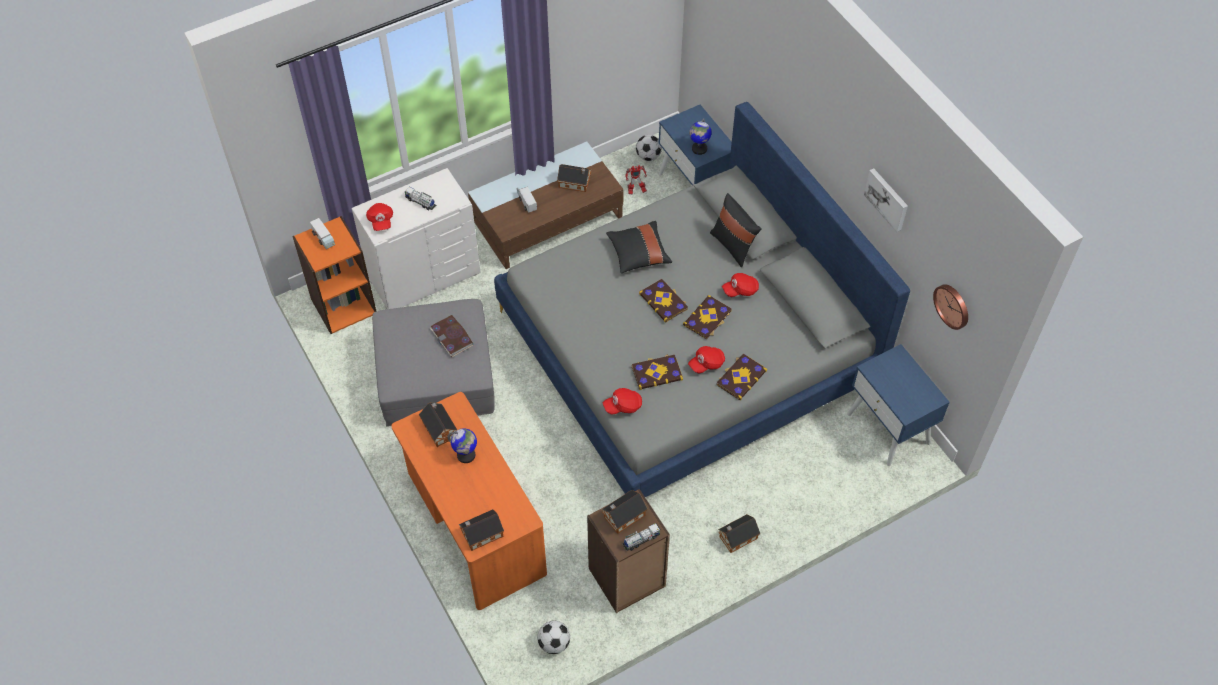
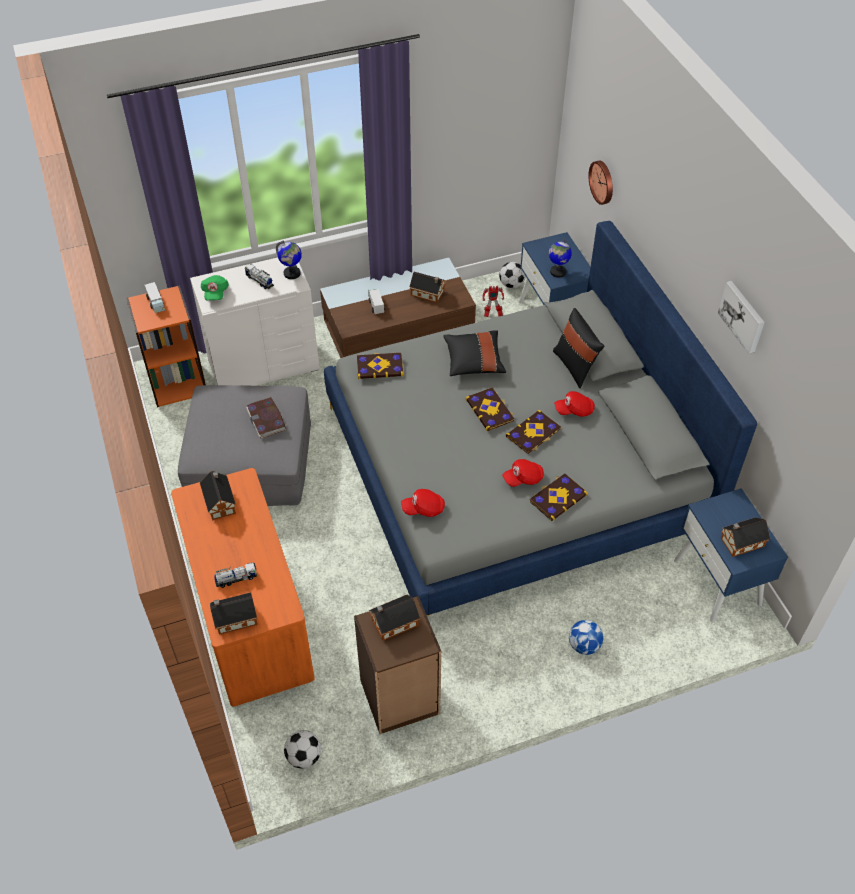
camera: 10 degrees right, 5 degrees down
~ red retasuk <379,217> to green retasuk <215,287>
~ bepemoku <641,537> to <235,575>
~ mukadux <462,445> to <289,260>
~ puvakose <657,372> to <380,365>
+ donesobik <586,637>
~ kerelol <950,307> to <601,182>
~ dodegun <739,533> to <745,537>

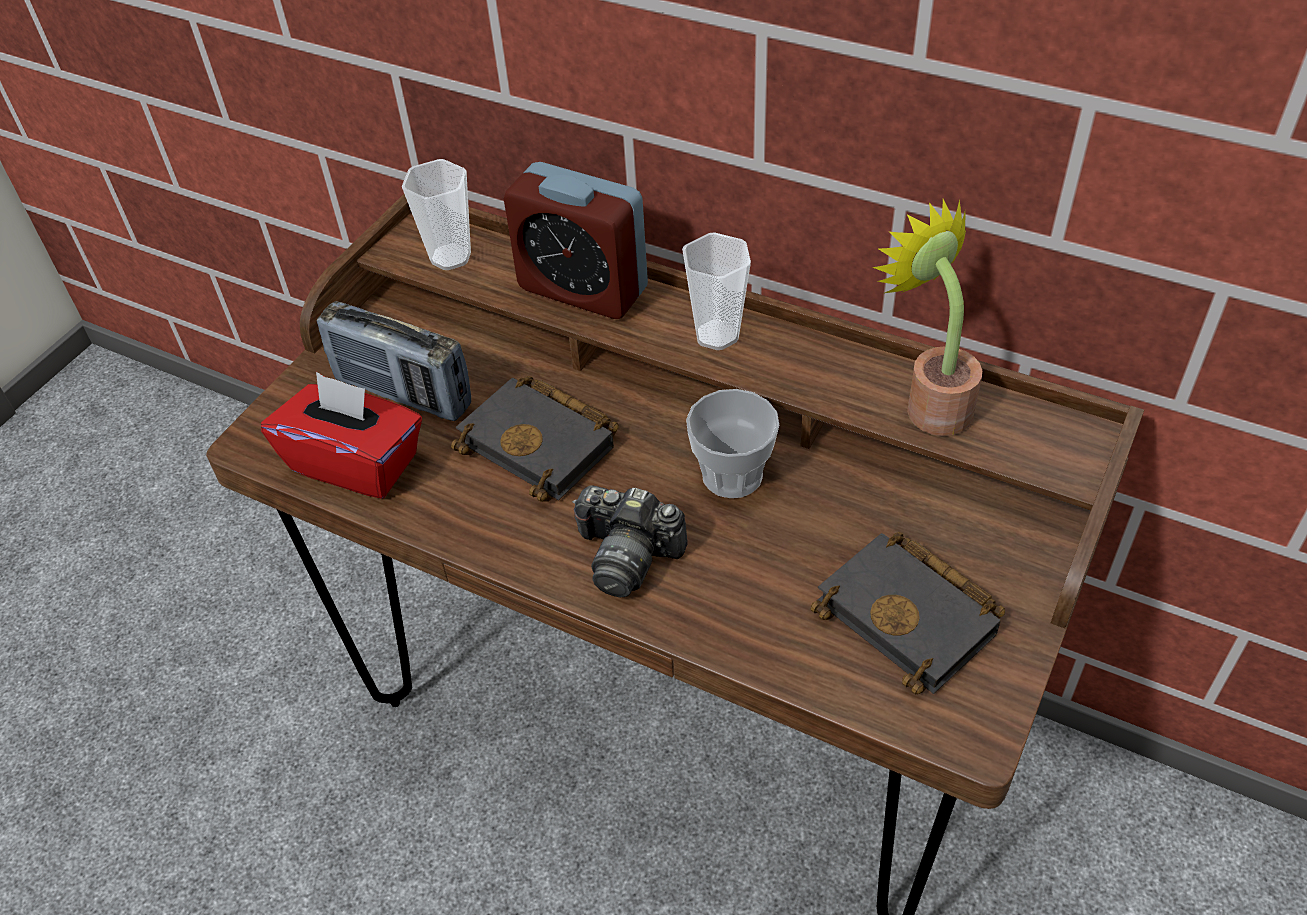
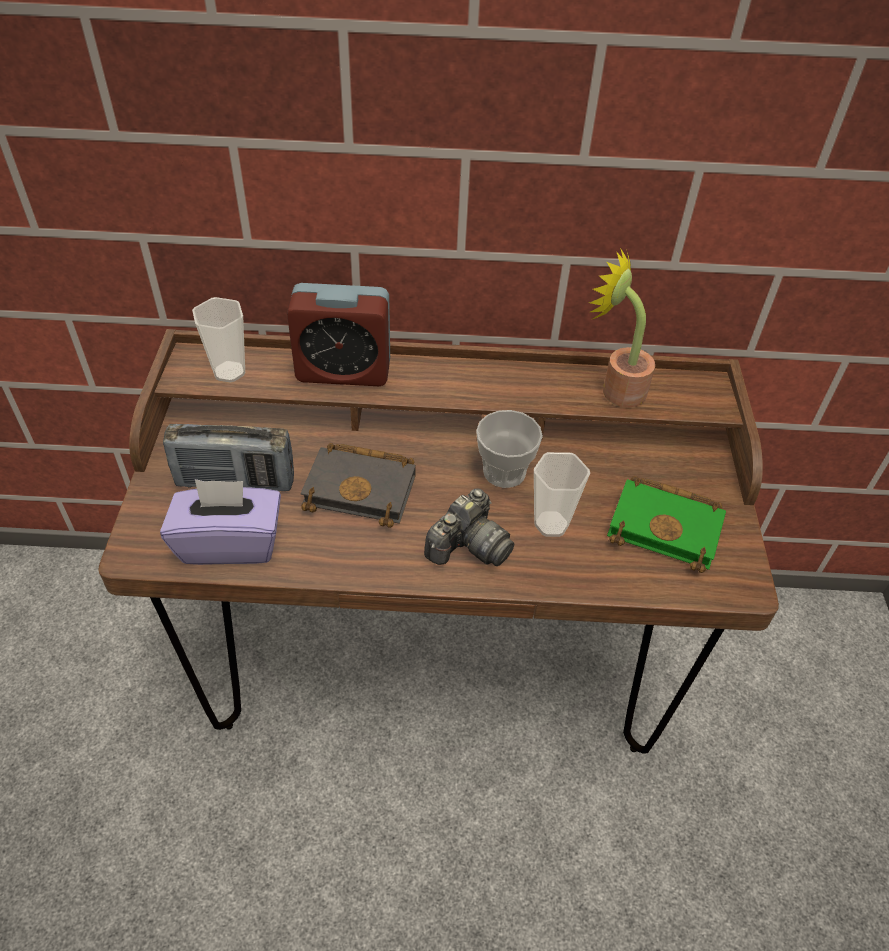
camera: 30 degrees left, 0 degrees up
~ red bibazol <341,435> to purple bibazol <220,522>
~ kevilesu <630,541> = <469,527> 45 degrees counterclockwise
~ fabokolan <716,291> to <562,494>
~ black puvakose <908,613> to green puvakose <666,524>

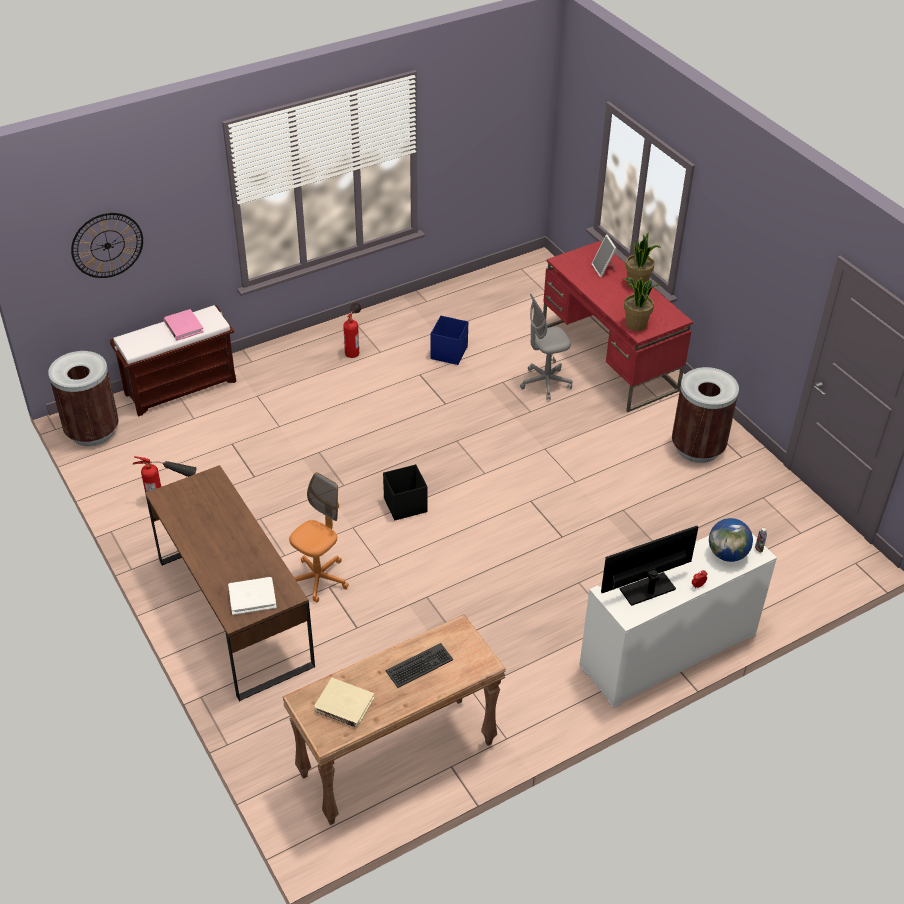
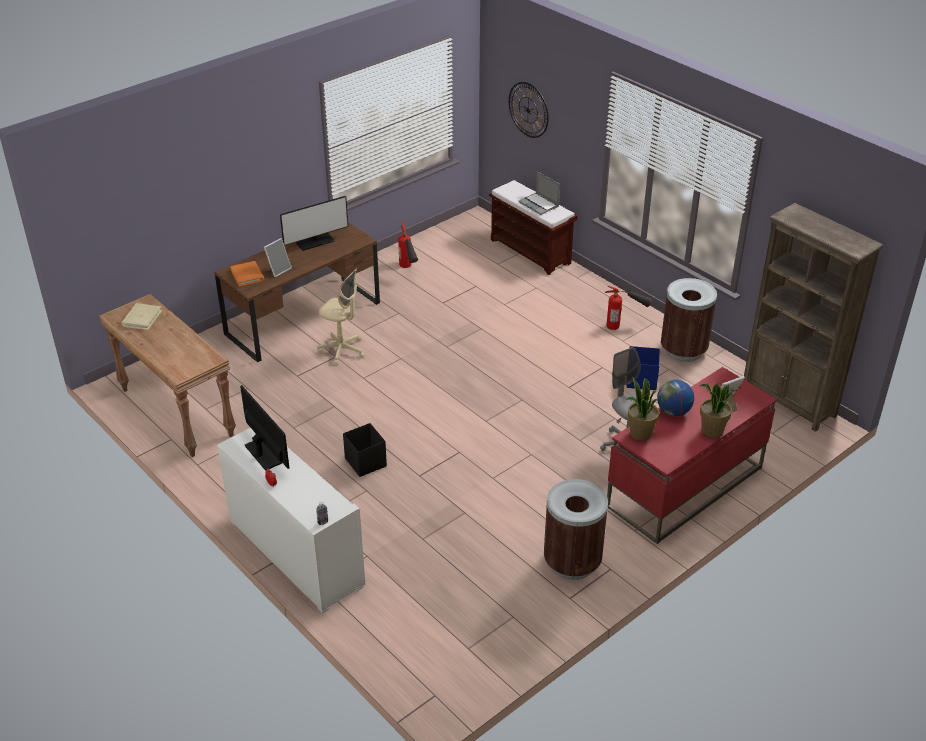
camera: 80 degrees right, 5 degrees down
~ white puvakose <252,596> to orange puvakose <247,274>
+ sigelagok <278,257>
+ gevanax <314,223>
~ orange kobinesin <319,537> to beige kobinesin <340,316>
~ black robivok <405,492> to <365,450>
~ pink puvakose <184,325> to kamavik <539,193>
~ mukadux <731,540> to <675,398>
~ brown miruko <83,398> to <689,320>
+ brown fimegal <814,317>
- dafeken <420,665>

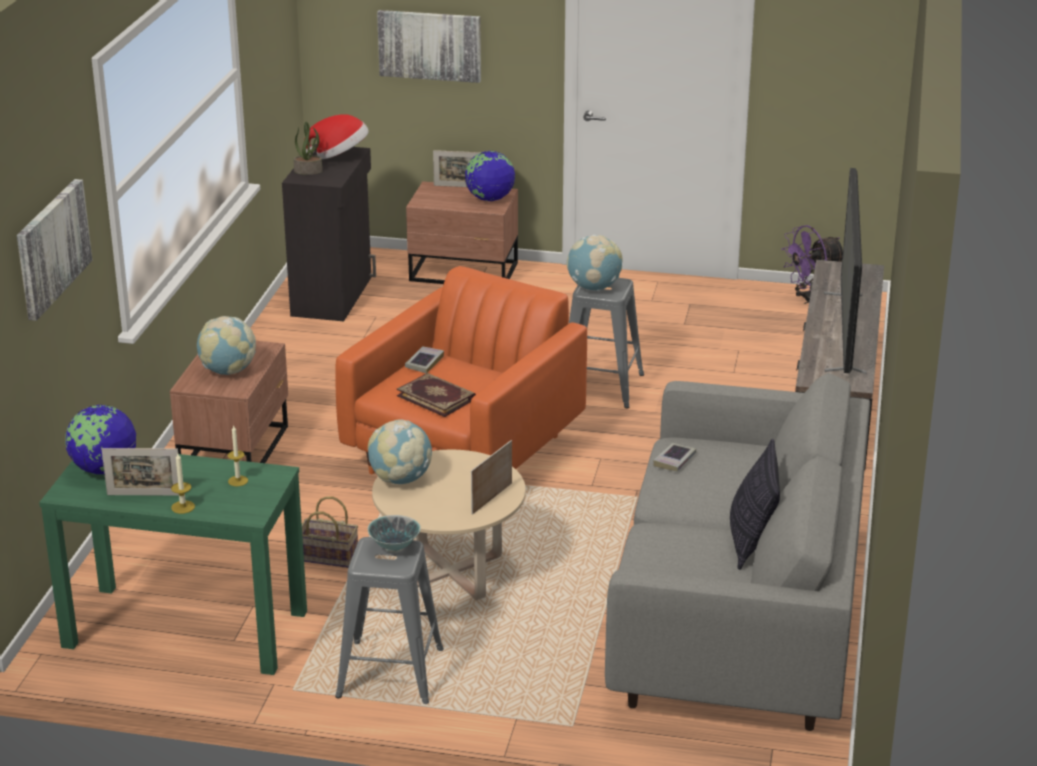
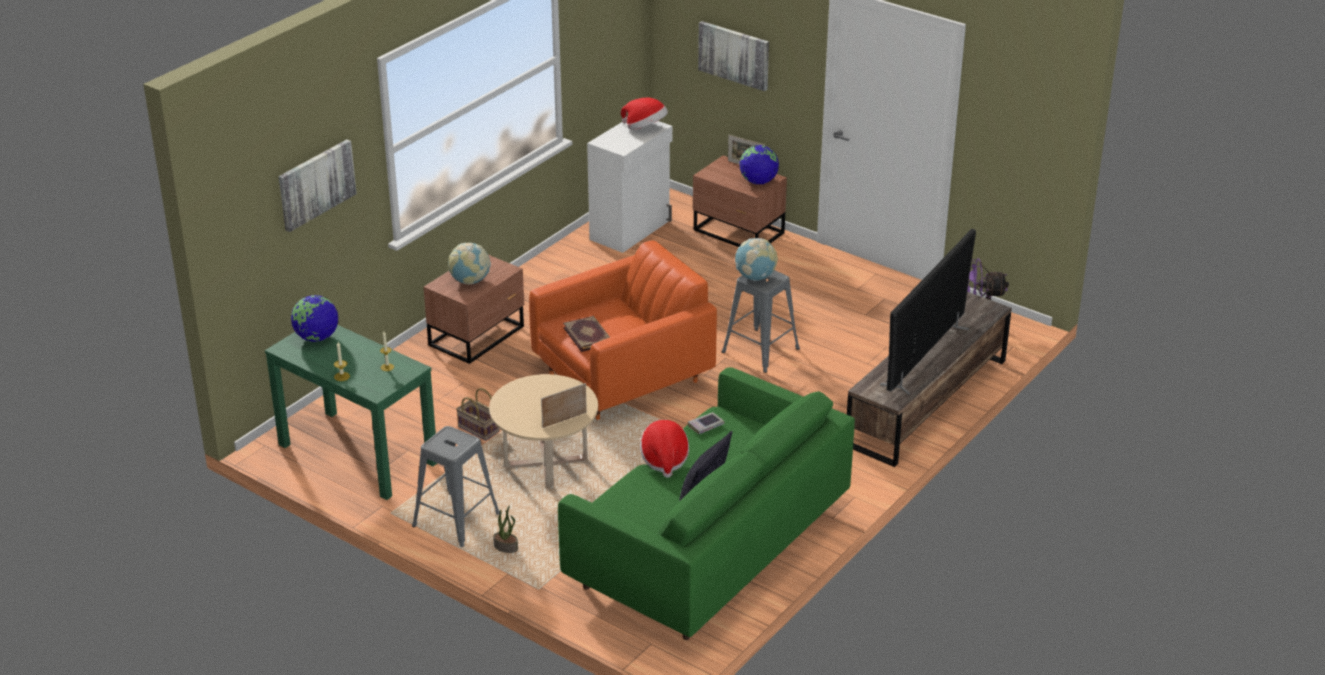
camera: 25 degrees right, 5 degrees up
~ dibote <307,148> to <505,529>
~ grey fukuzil <737,552> to green fukuzil <706,503>
~ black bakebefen <329,232> to white bakebefen <630,187>
+ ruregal <664,449>
- sigelagok <140,472>
- mukadux <400,451>
- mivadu <394,534>
- puvakose <424,360>

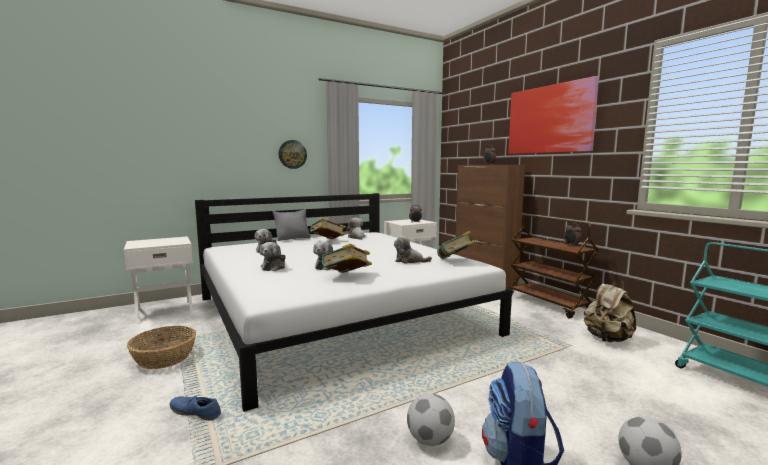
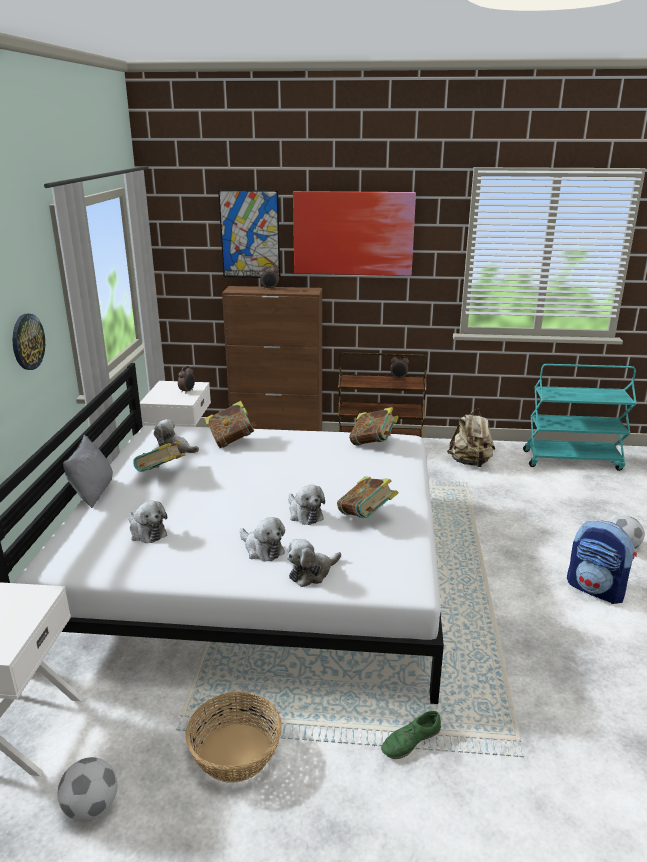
camera: 55 degrees left, 15 degrees up
~ donesobik <431,419> to <87,789>
+ puvakose <230,424>
+ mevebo <249,234>
~ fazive <413,249> to <314,563>
~ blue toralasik <195,407> to green toralasik <411,735>

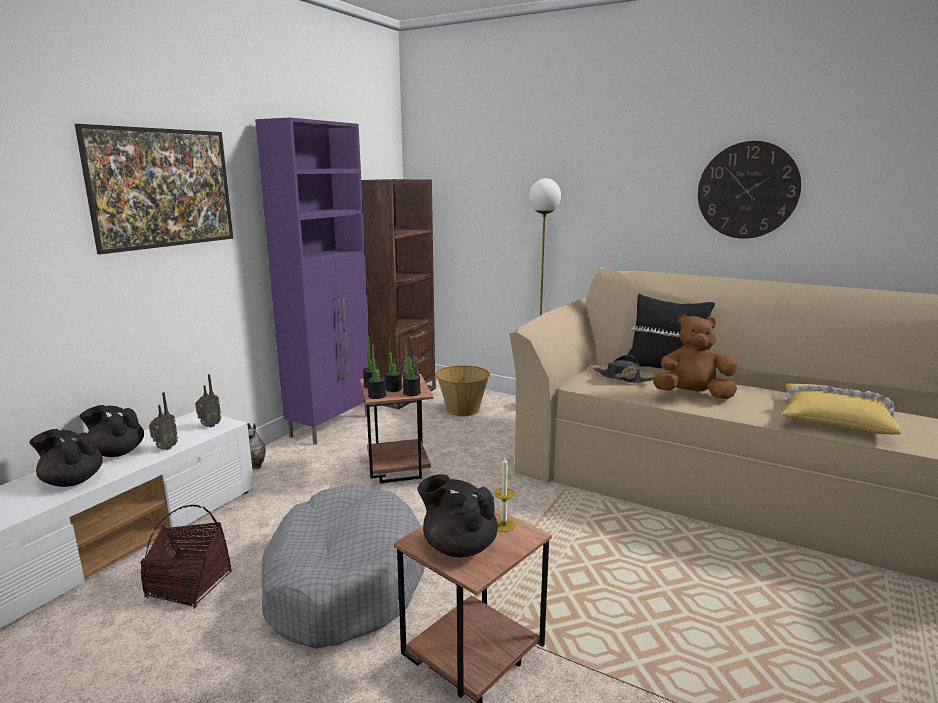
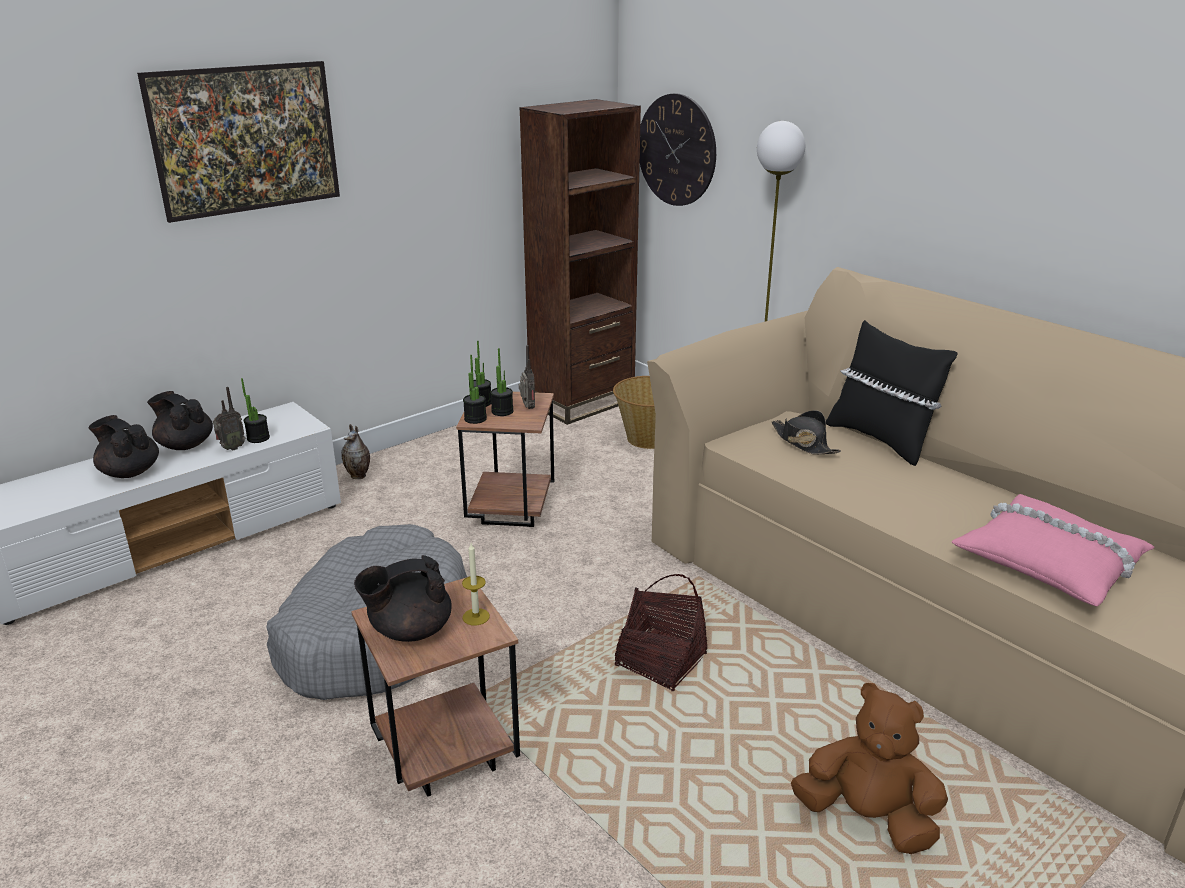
camera: 20 degrees right, 10 degrees up
~ dibote <412,370> to <255,410>
~ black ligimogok <457,516> = <403,598> 75 degrees counterclockwise
~ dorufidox <186,557> to <661,633>
~ kerelol <749,190> to <678,149>
~ brown fazive <695,357> to <869,768>
~ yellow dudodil <841,409> to pink dudodil <1053,550>
- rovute <208,401>
- purple bakebefen <312,281>

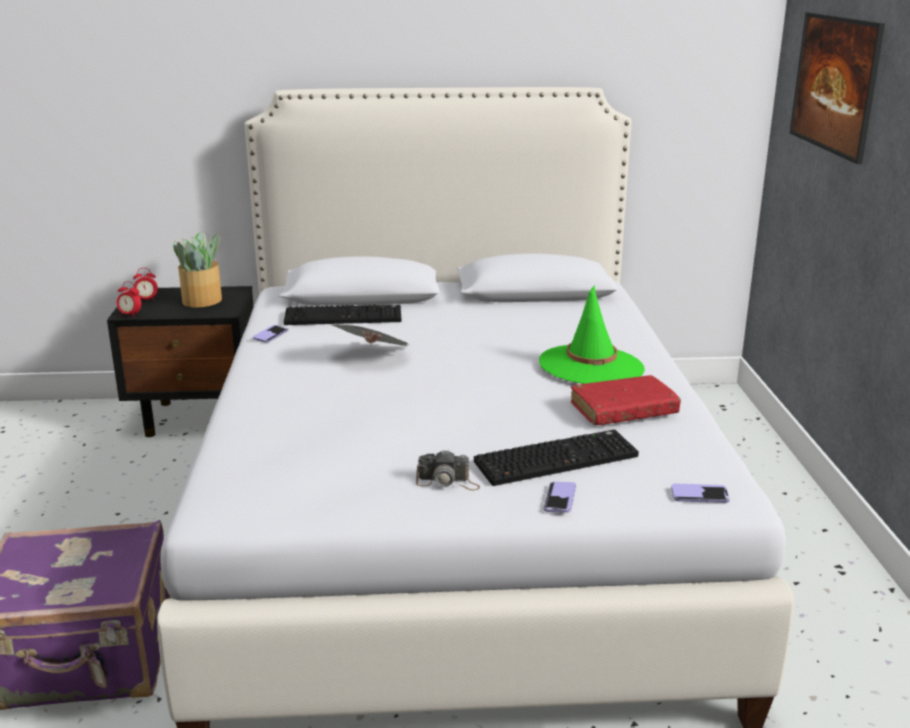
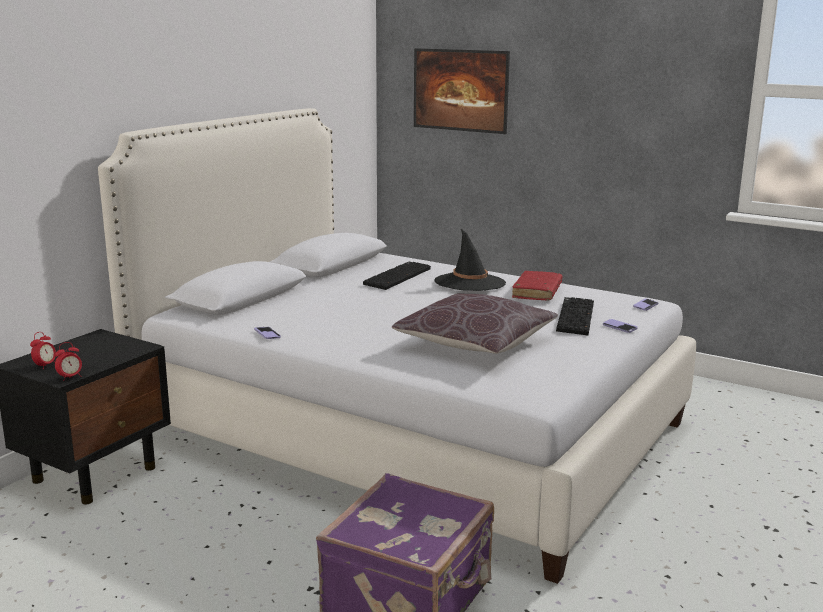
camera: 55 degrees left, 5 degrees down
~ dafeken <342,315> to <397,276>
+ brown dudodil <475,323>
~ green ruregal <592,334> to black ruregal <470,260>
- dibote <198,269>
- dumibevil <370,335>
- kevilesu <448,470>

